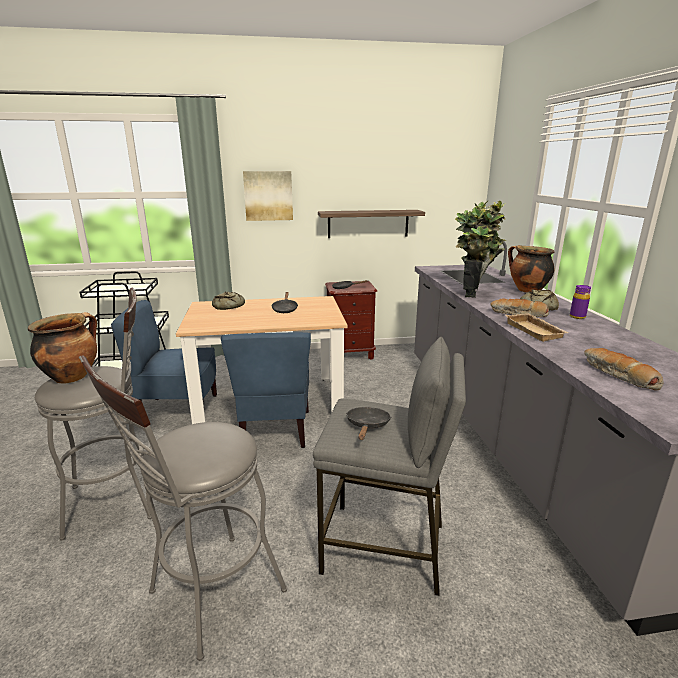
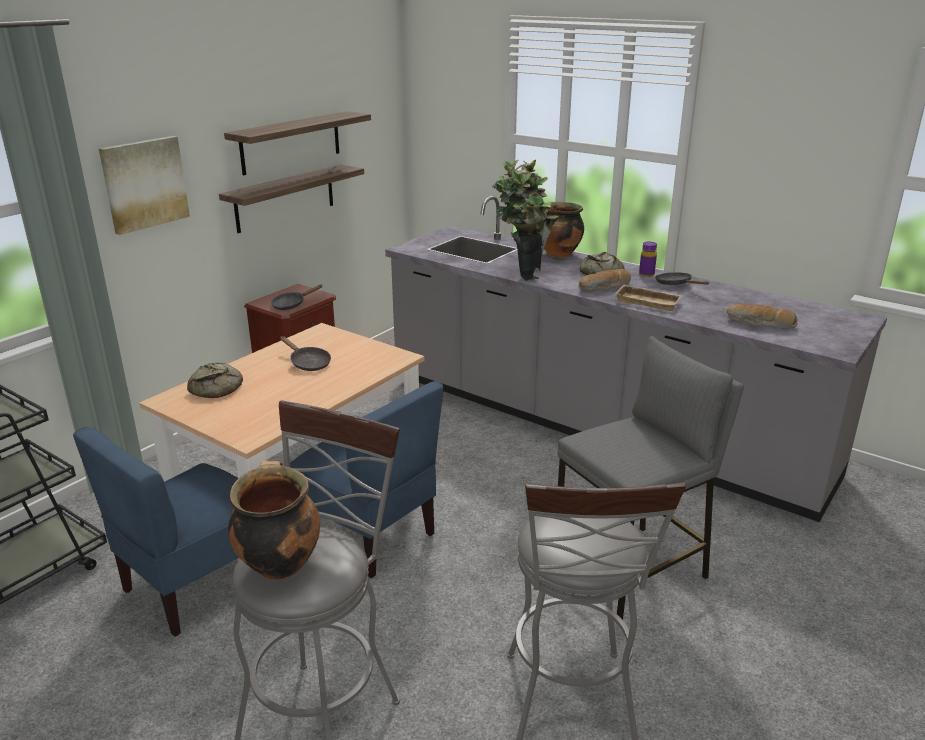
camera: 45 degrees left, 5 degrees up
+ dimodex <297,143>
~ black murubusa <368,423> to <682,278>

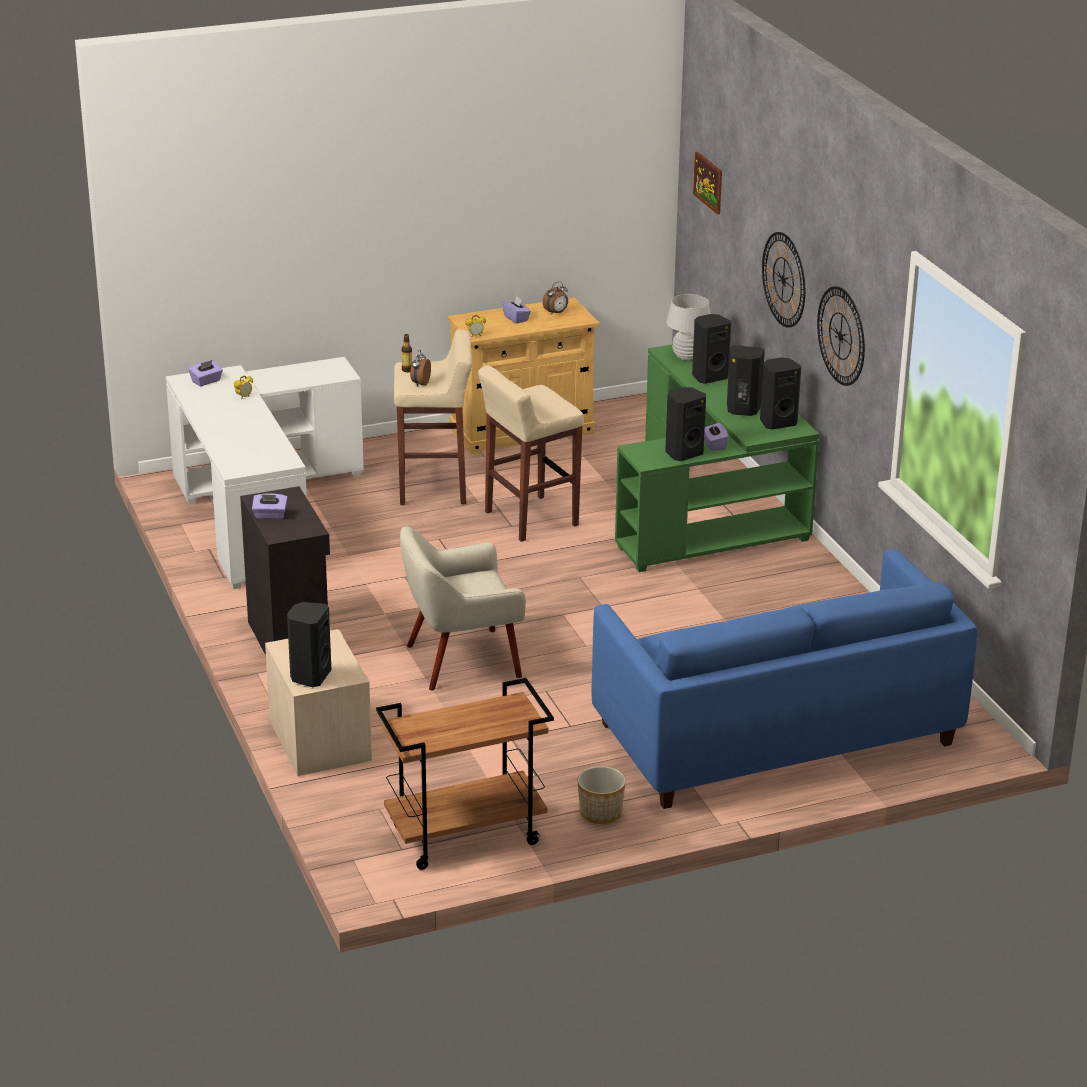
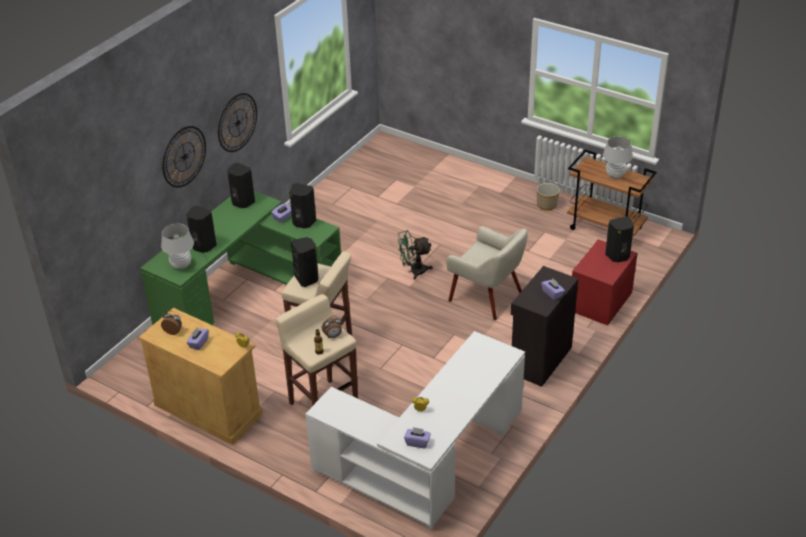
camera: 125 degrees left, 10 degrees up
~ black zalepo <746,380> to <305,262>
+ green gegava <415,255>
~ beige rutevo <318,702> to red rutevo <604,282>
+ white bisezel <618,157>
- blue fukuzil <785,679>
- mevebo <707,183>

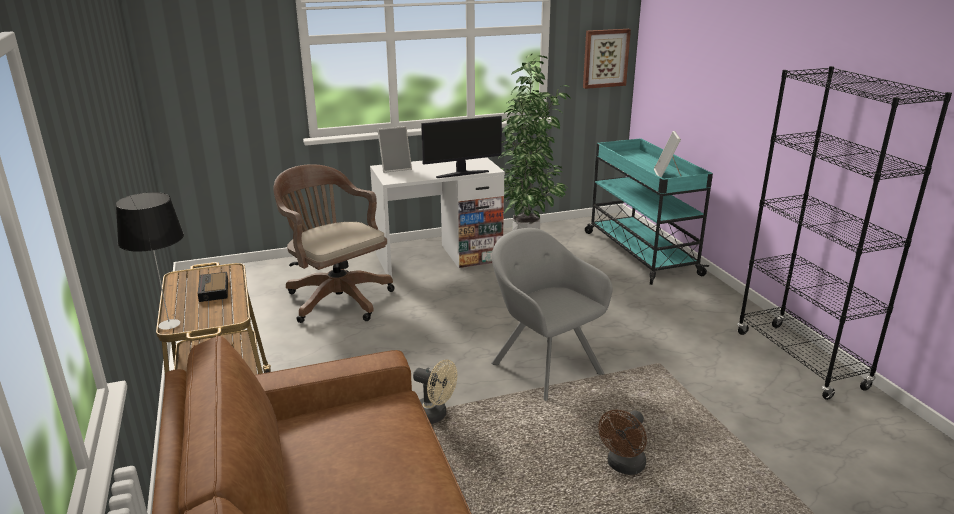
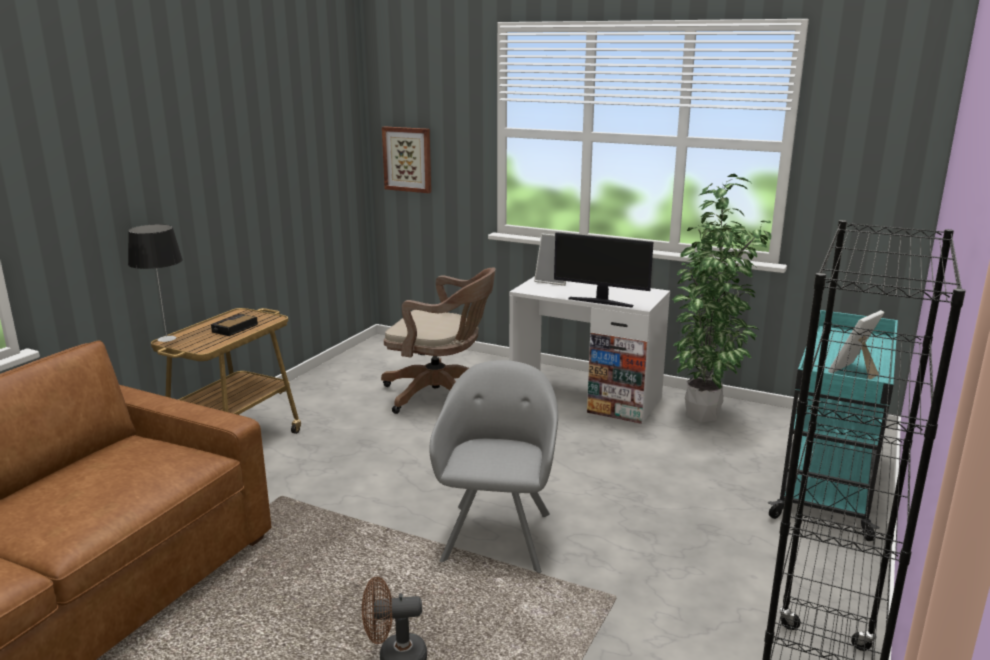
camera: 45 degrees right, 5 degrees down
~ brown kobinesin <334,243> = <438,340> 105 degrees clockwise
~ mevebo <607,59> to <406,160>
- beige gegava <435,392>

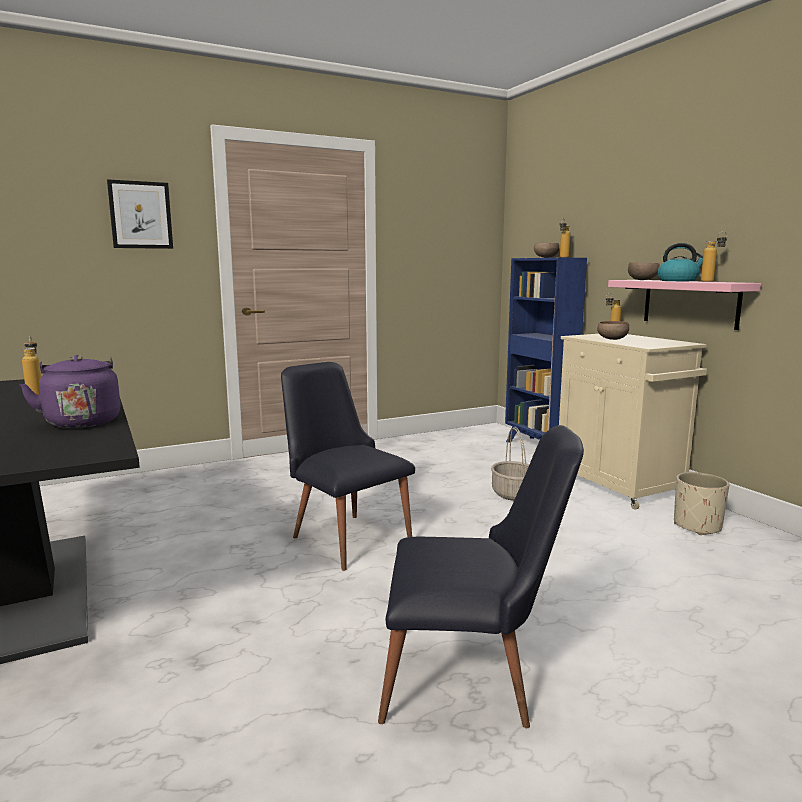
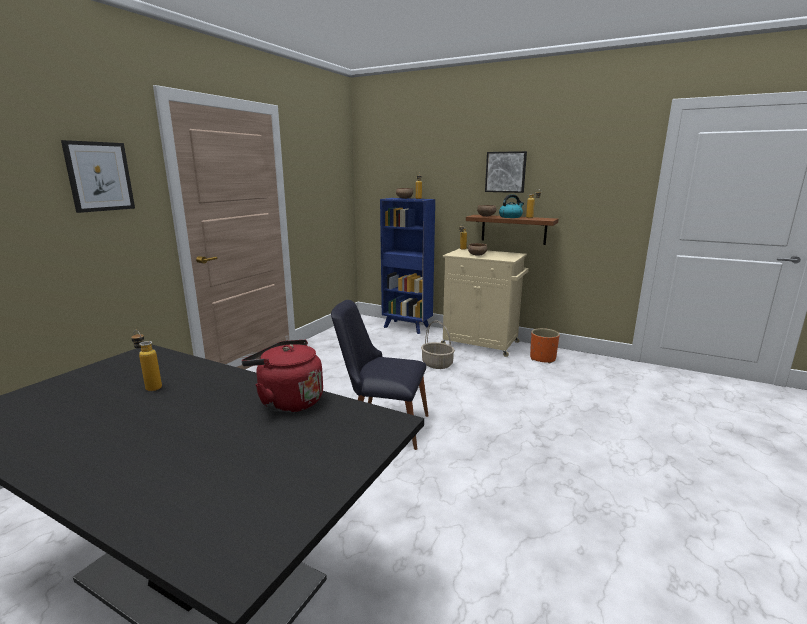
camera: 35 degrees left, 5 degrees up
~ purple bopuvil <69,391> to red bopuvil <282,376>
~ pink dimodex <684,305> to brown dimodex <512,230>
+ mevebo <506,172>
~ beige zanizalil <701,503> to orange zanizalil <545,346>
- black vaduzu <481,576>

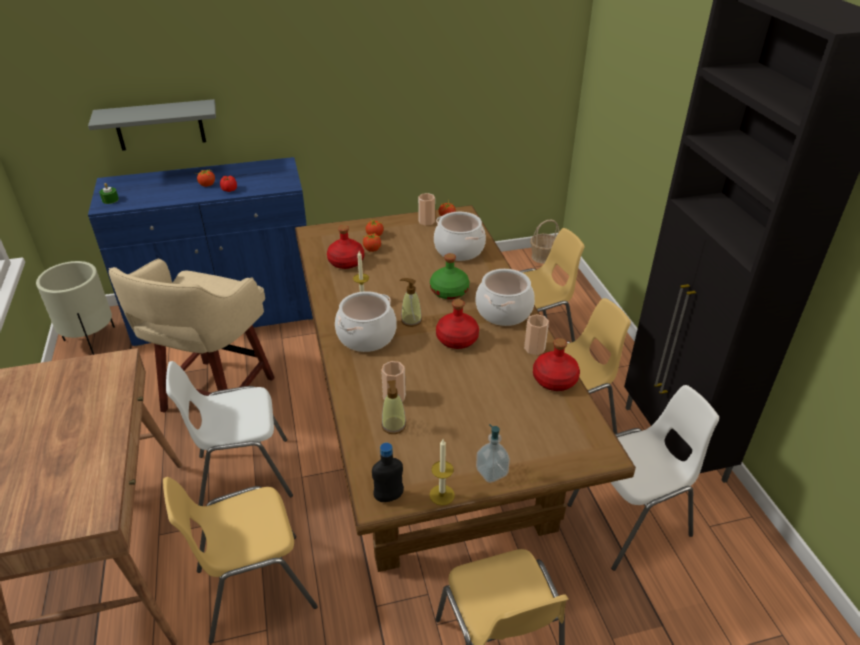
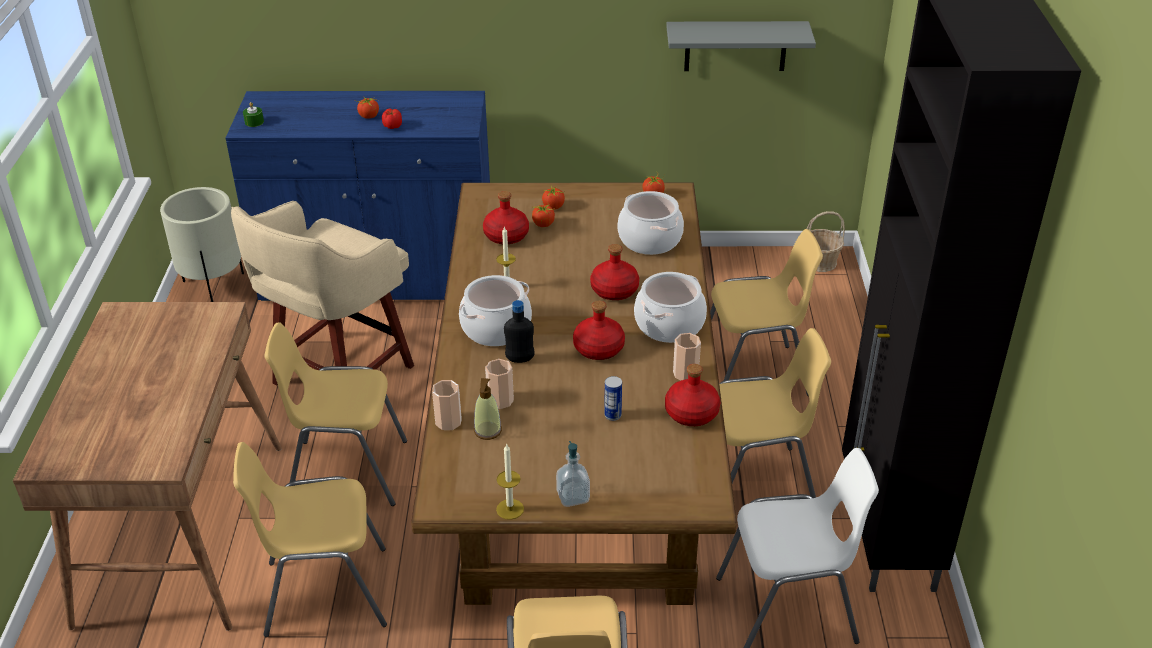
camera: 15 degrees right, 0 degrees up
~ white vaduzu <229,433> to yellow vaduzu <335,414>
~ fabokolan <426,209> to <447,405>
~ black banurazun <388,472> to <519,331>
~ green banurazun <449,276> to red banurazun <614,272>
+ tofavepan <613,398>
~ grey dimodex <152,125> to <741,46>
- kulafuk <411,302>

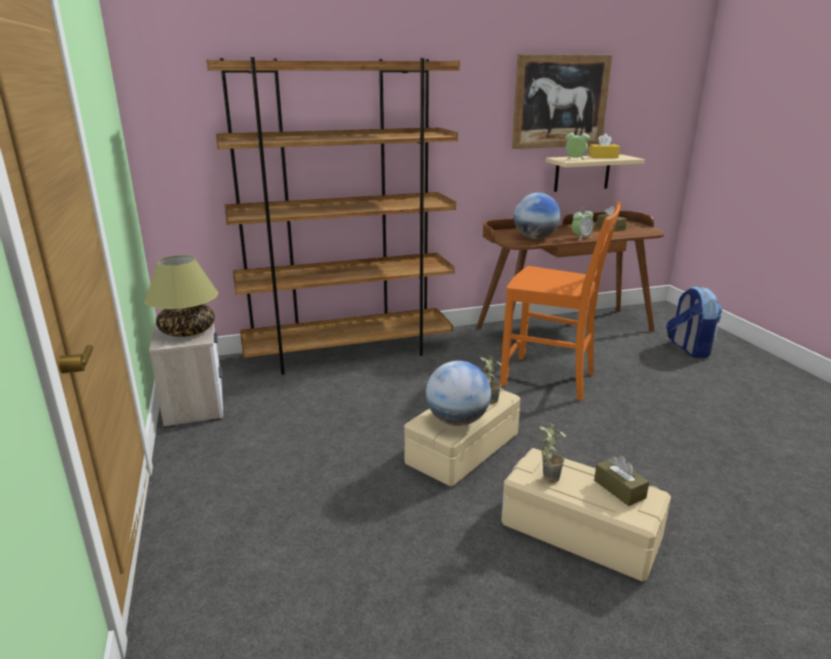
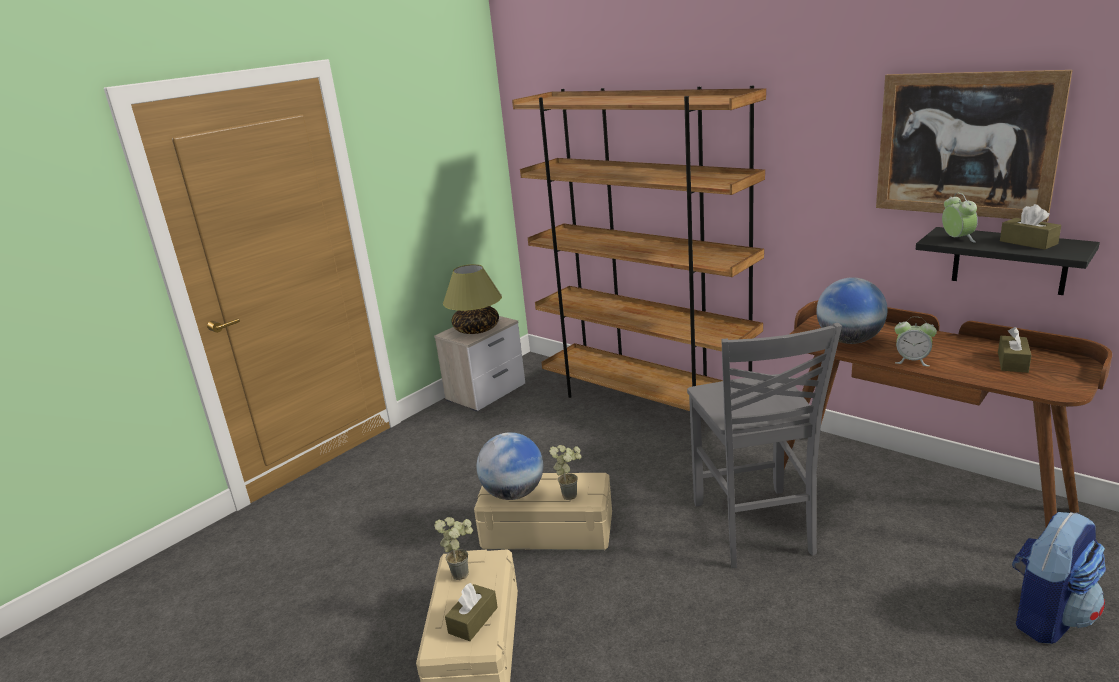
camera: 60 degrees right, 0 degrees up
~ orange vaduzu <561,301> to grey vaduzu <764,445>
~ beige dimodex <595,173> to black dimodex <1008,261>
~ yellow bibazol <604,146> to brown bibazol <1030,227>

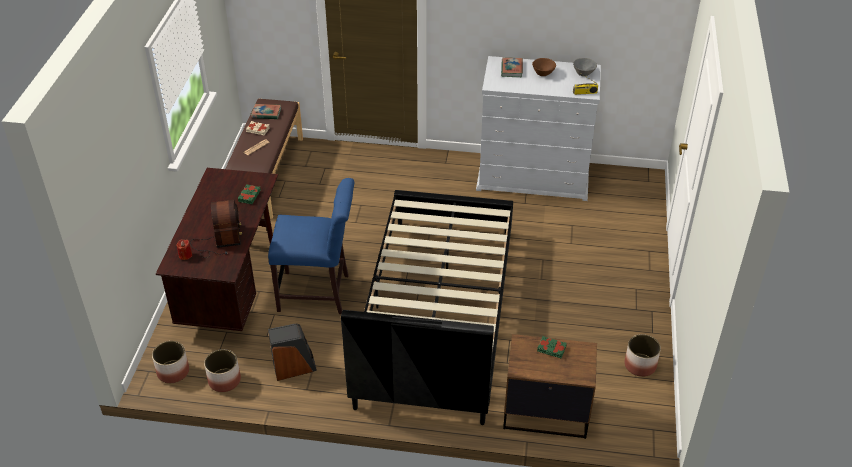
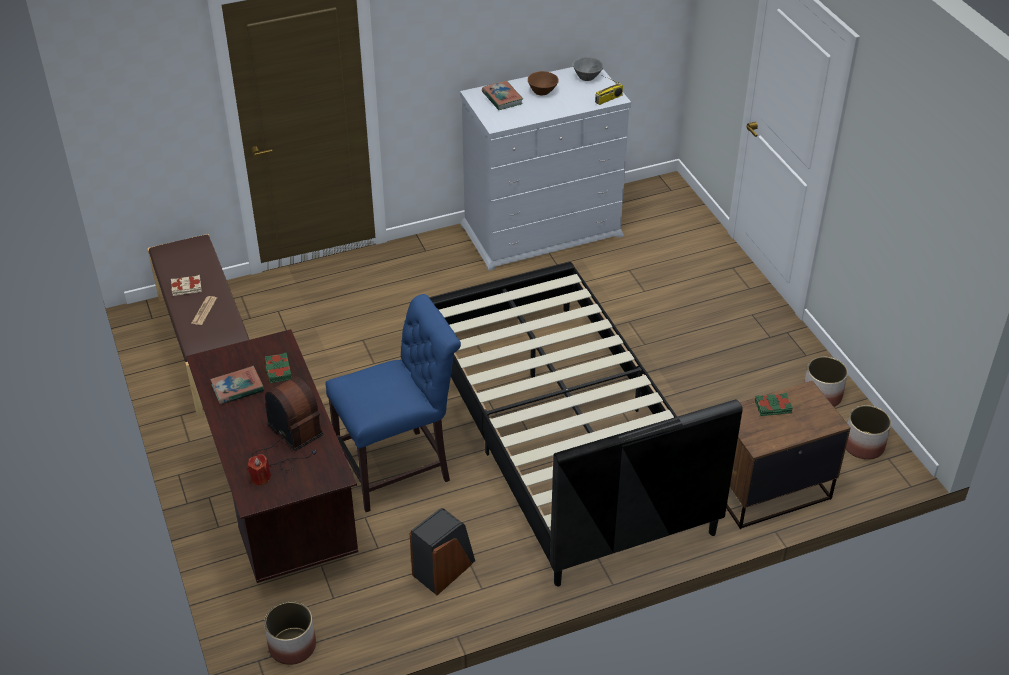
camera: 30 degrees left, 0 degrees up
~ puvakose <266,111> to <237,385>
~ zanizalil <222,370> to <868,432>

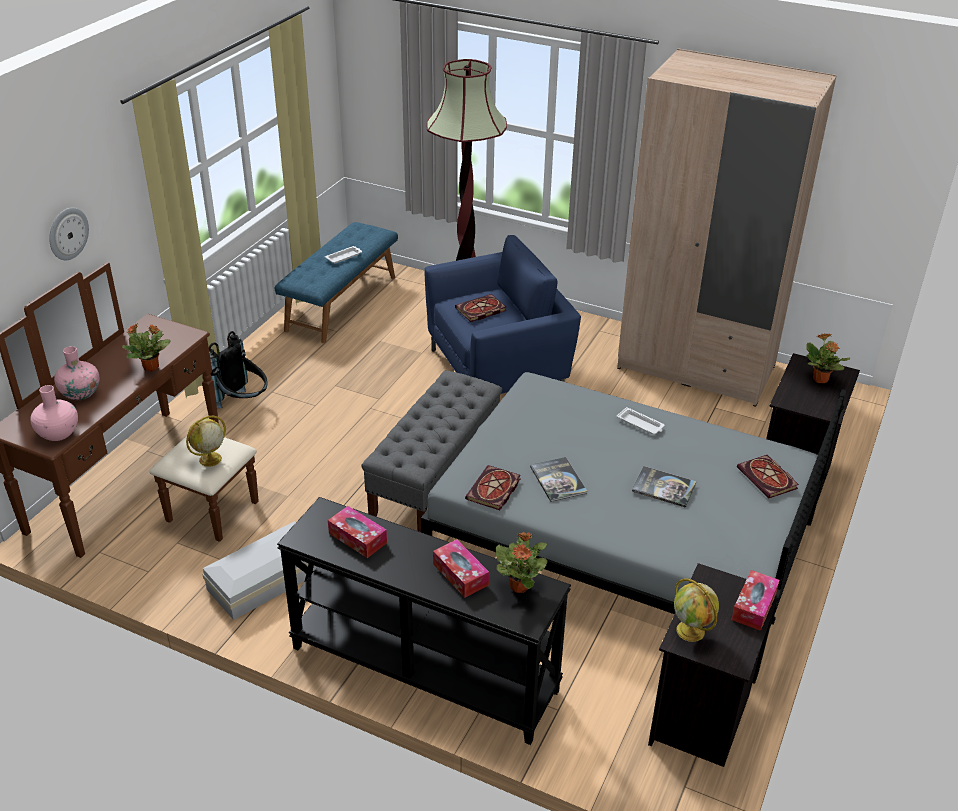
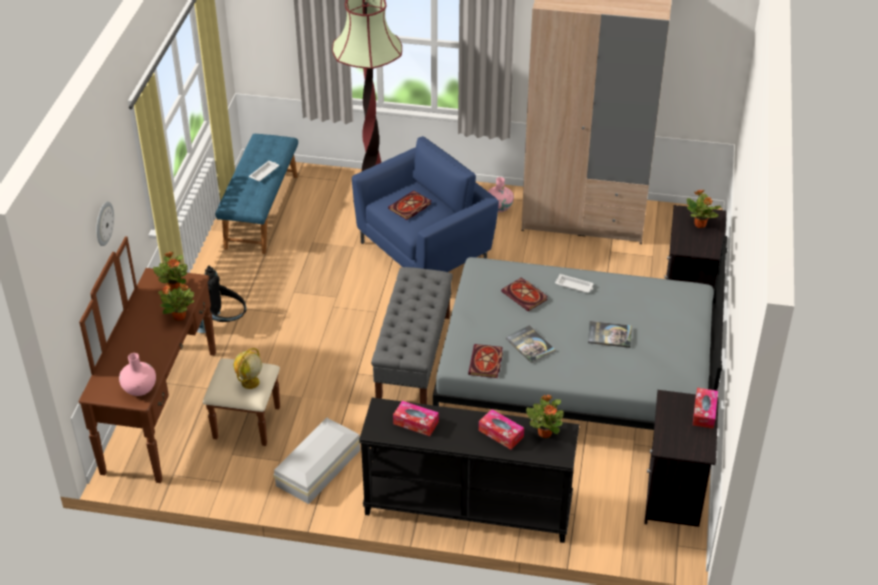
camera: 15 degrees left, 5 degrees up
+ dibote <170,271>
~ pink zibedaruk <76,373> to <501,194>
~ puvakose <768,476> to <524,294>
- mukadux <696,610>

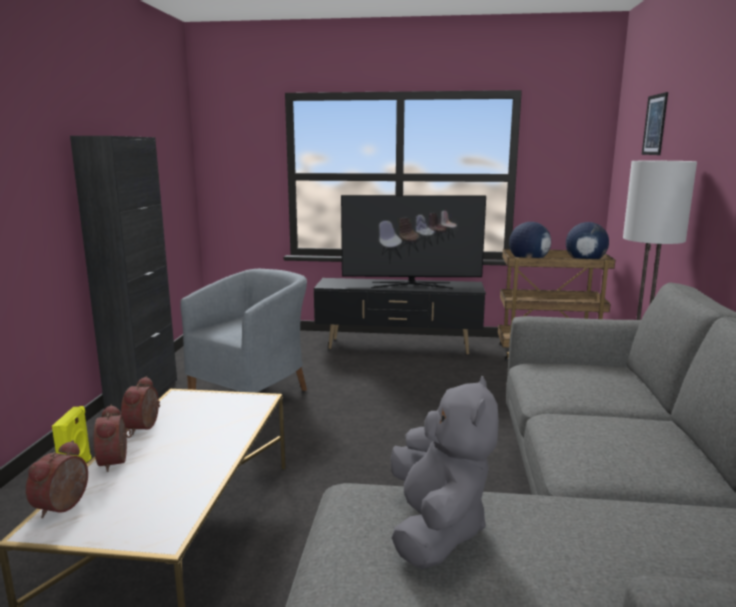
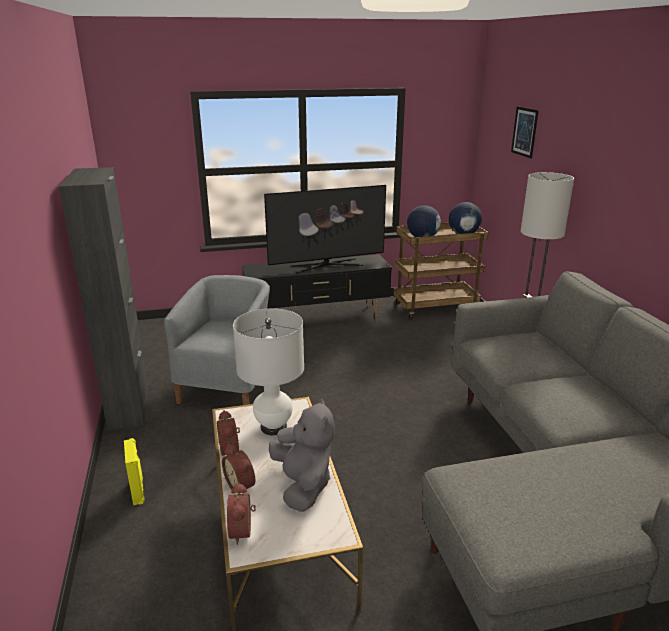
camera: 20 degrees left, 10 degrees up
+ white bisezel <268,371>
~ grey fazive <445,472> to <301,455>

